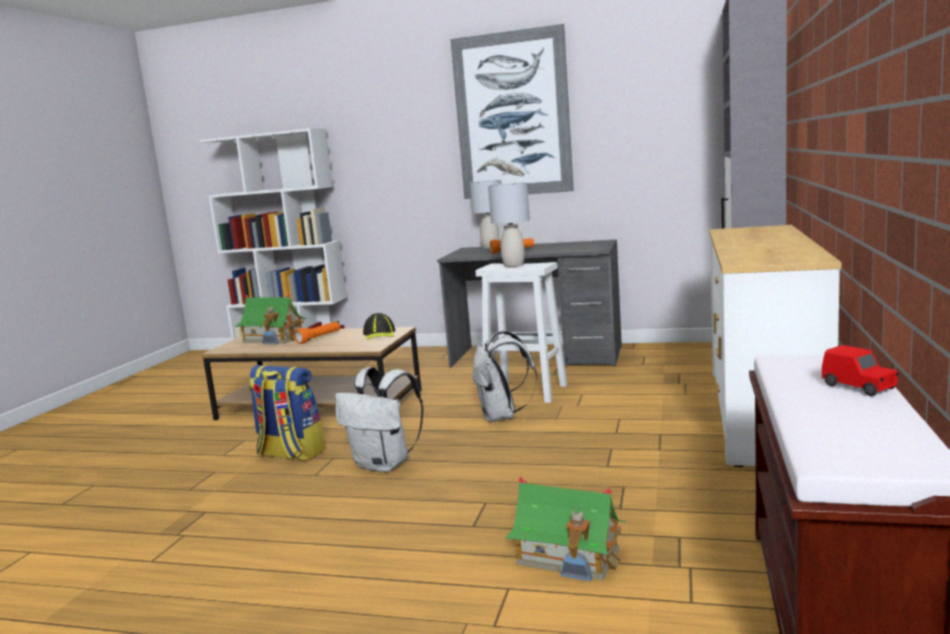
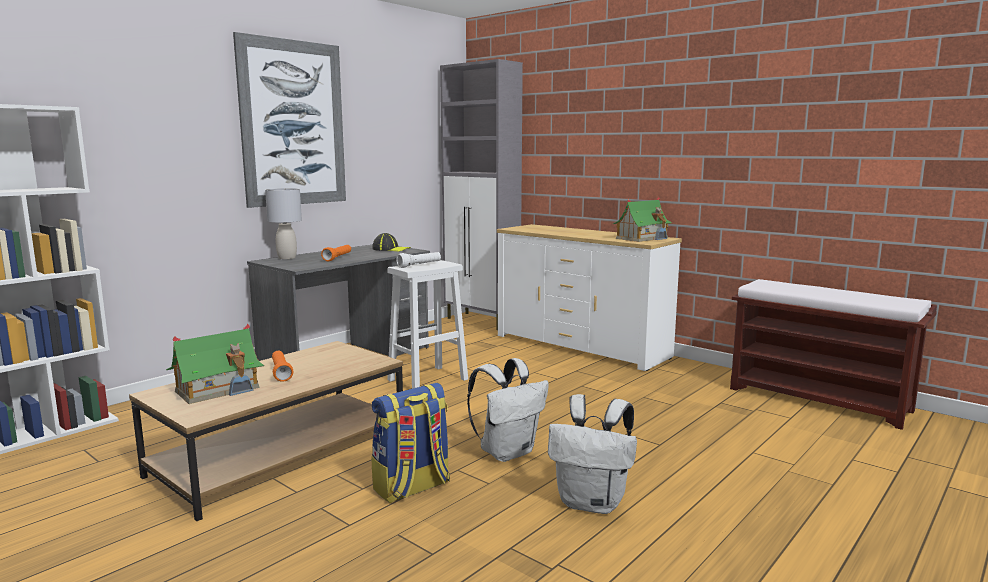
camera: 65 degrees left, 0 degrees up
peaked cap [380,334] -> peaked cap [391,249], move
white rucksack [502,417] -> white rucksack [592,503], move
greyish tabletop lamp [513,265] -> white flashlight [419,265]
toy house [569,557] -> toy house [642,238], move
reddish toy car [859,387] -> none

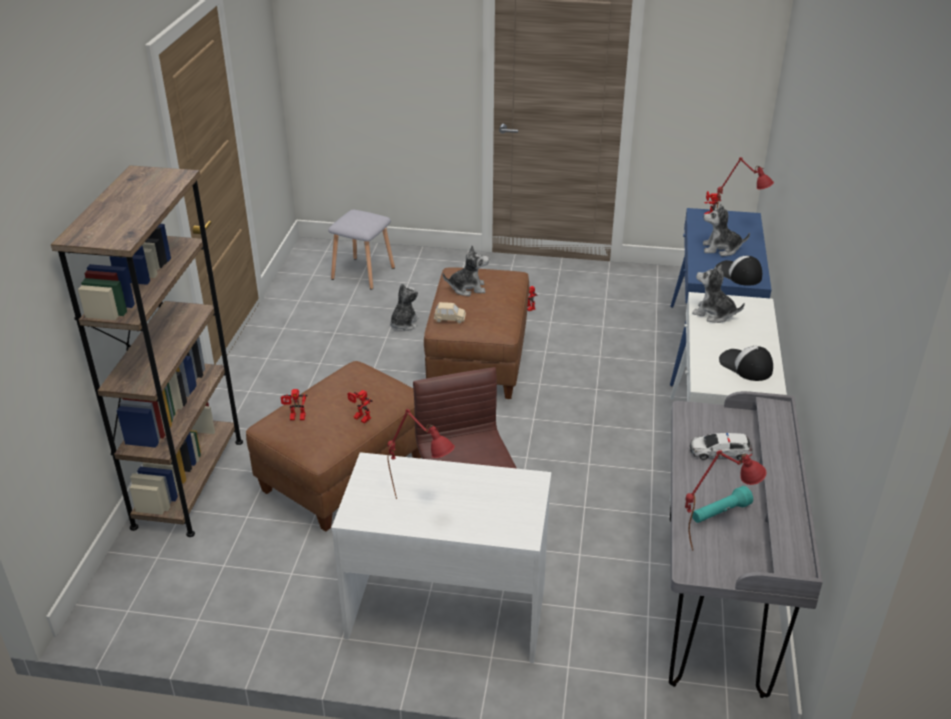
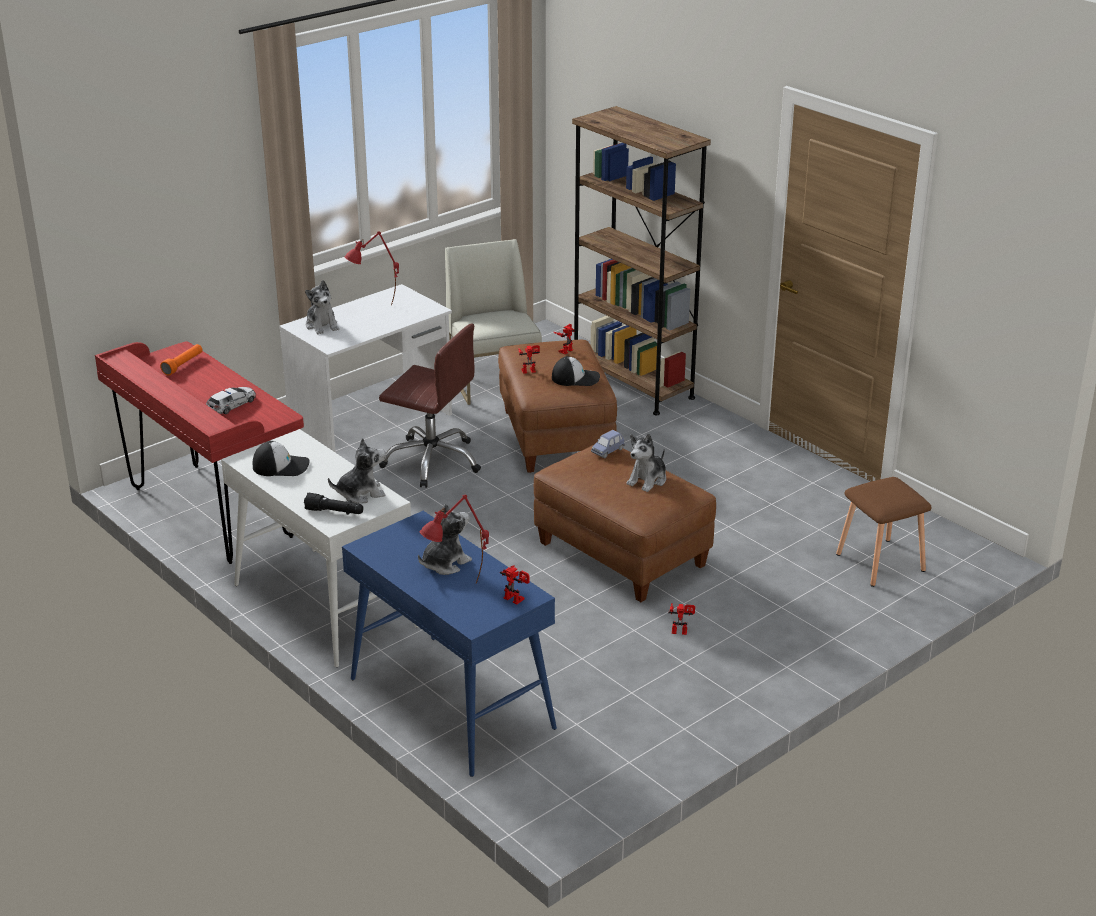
camera: 130 degrees right, 5 degrees down
greyish sitting stool [364,273] -> brownish sitting stool [879,563]
soft toy [404,323] -> soft toy [322,325], move
beige toy car [449,319] -> blue toy car [608,451]
greyish desk unit [715,605] -> reddish desk unit [211,513]
reddish tabletop lamp [714,540] -> orangey flashlight [183,365]
turquoise-coloured flashlight [720,513] -> none
peaked cap [738,274] -> peaked cap [576,378], move
none -> black-coloured flashlight [335,512]
none -> white upright chair [494,381]

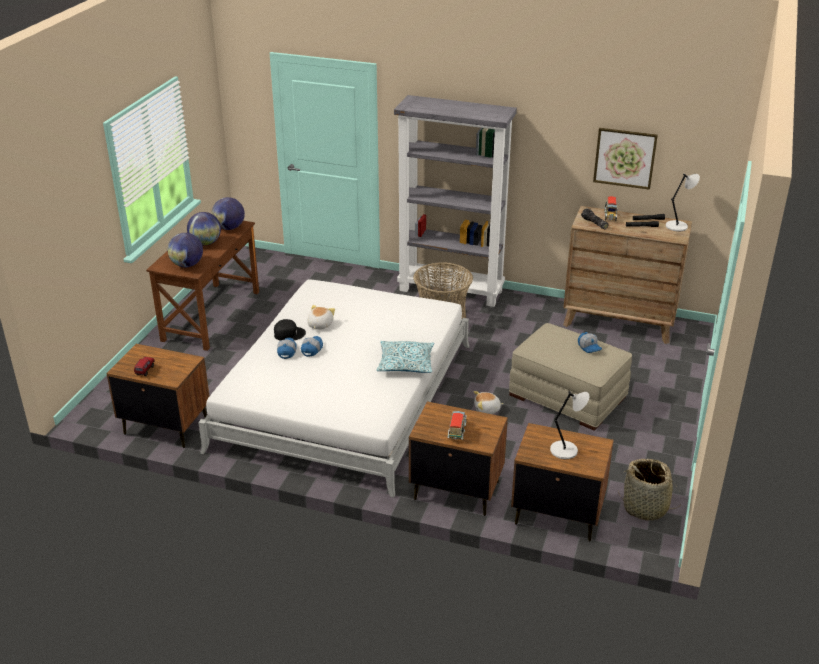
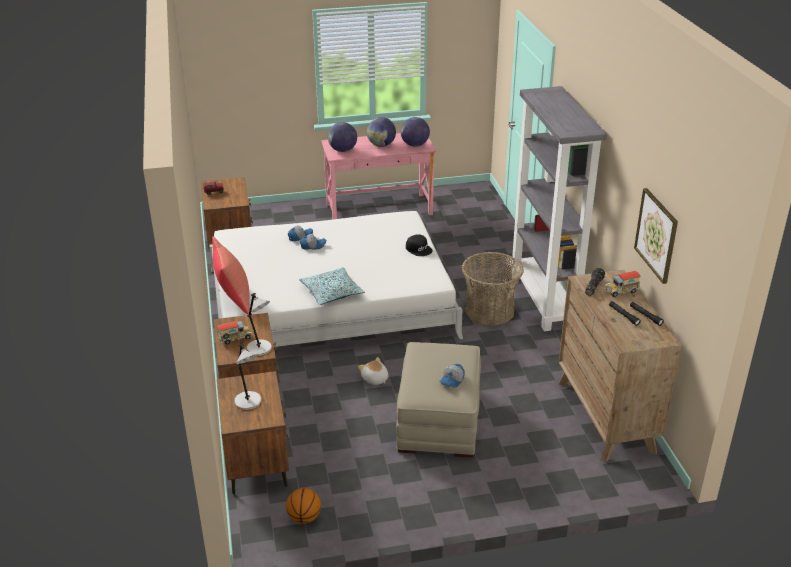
camera: 60 degrees right, 0 degrees up
brownish desk unit [211,316] -> pink-coloured desk unit [379,209]
black-coloured peaked cap [289,333] -> black-coloured peaked cap [419,249], move
soft toy [319,325] -> none
storage basket [645,507] -> basketball [304,518]
greyish tabletop lamp [677,226] -> greyish tabletop lamp [260,349], move
none -> reddish throw pillow [233,298]

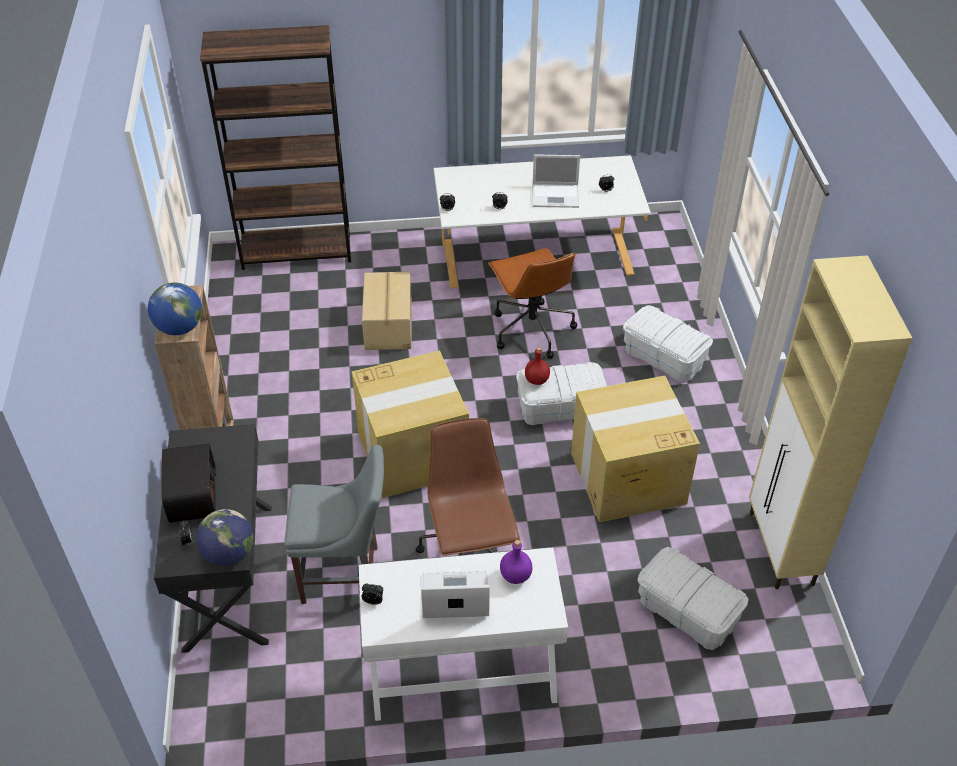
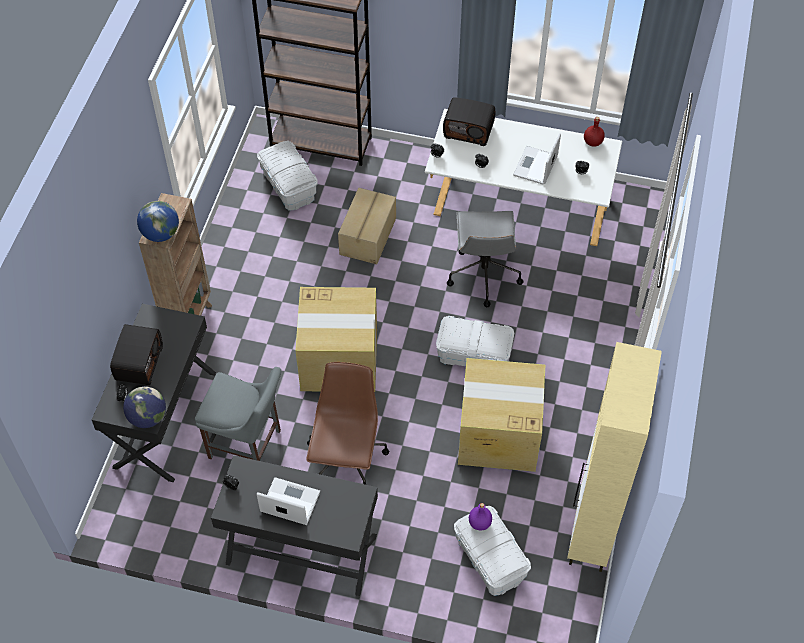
camera: 20 degrees right, 10 degrees up
white desk unit [462,673] -> black-coloured desk unit [301,550]
brownish computer chair [531,329] -> greyish computer chair [483,274]
purple-coloured bottle [516,575] -> purple-coloured bottle [480,523], move
reddish bottle [537,380] -> reddish bottle [593,142], move
laptop [556,196] -> laptop [535,166], 90 degrees clockwise
white storage bin [664,357] -> white storage bin [289,186], move
none -> radio receiver [469,130]

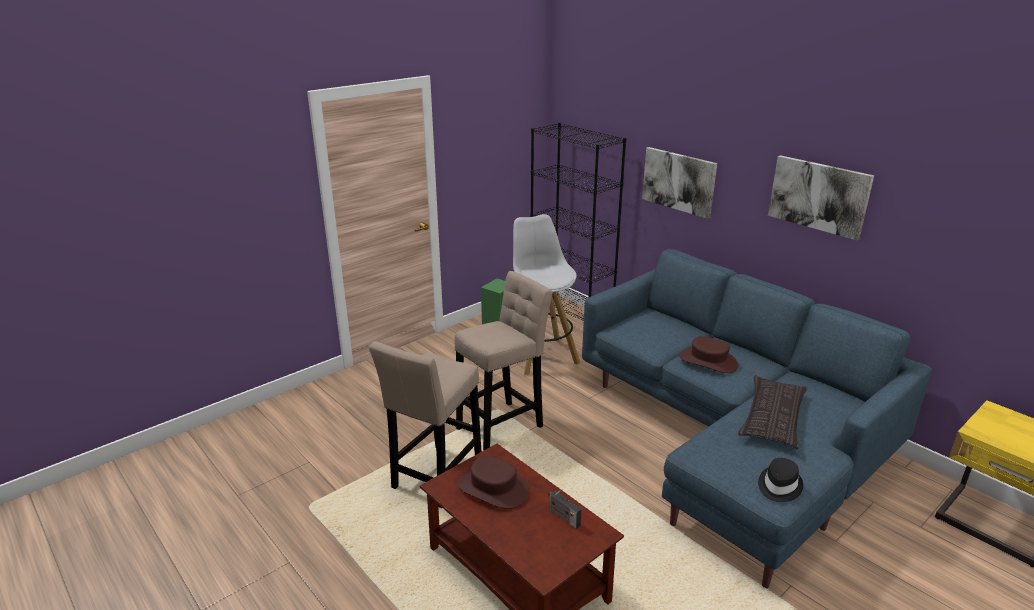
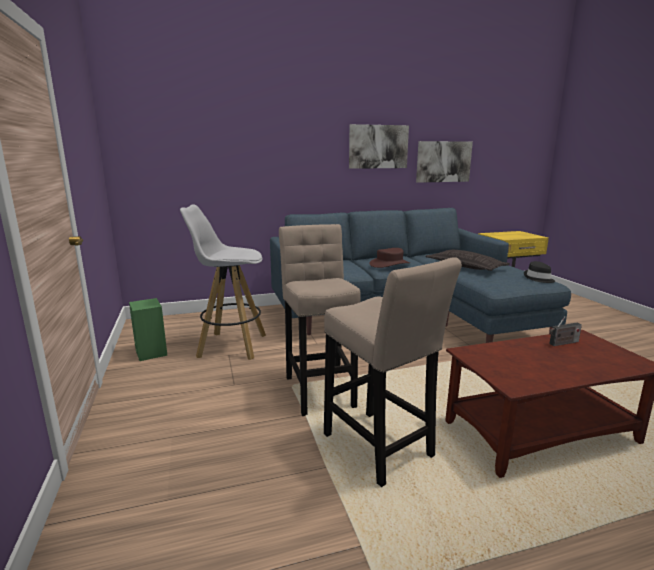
camera: 65 degrees left, 10 degrees down
brownish hat [493,488] -> none
black-coloured bookshelf [570,315] -> none
wall art [679,181] -> wall art [443,161], move

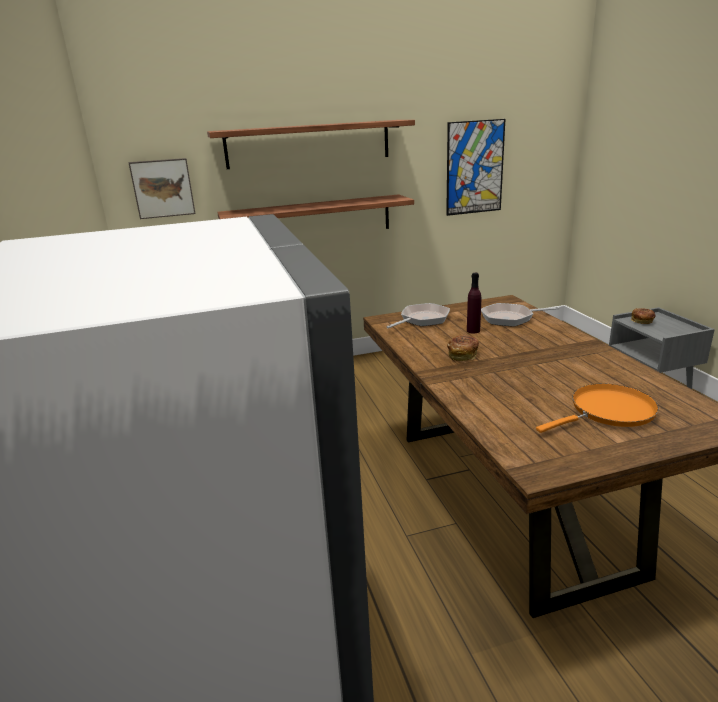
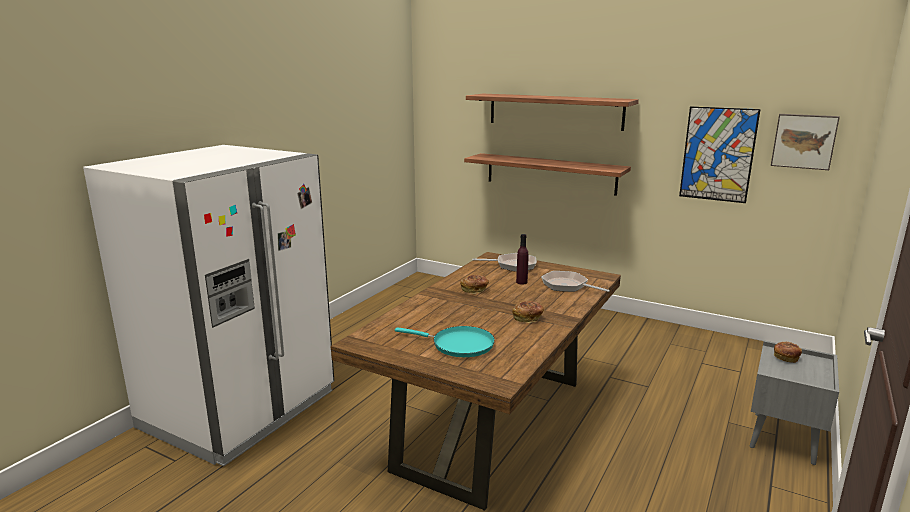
camera: 45 degrees right, 5 degrees down
wall art [163,188] -> wall art [804,141], move
orangey pan [608,412] -> turquoise-coloured pan [458,345]
none -> baked bread [528,318]

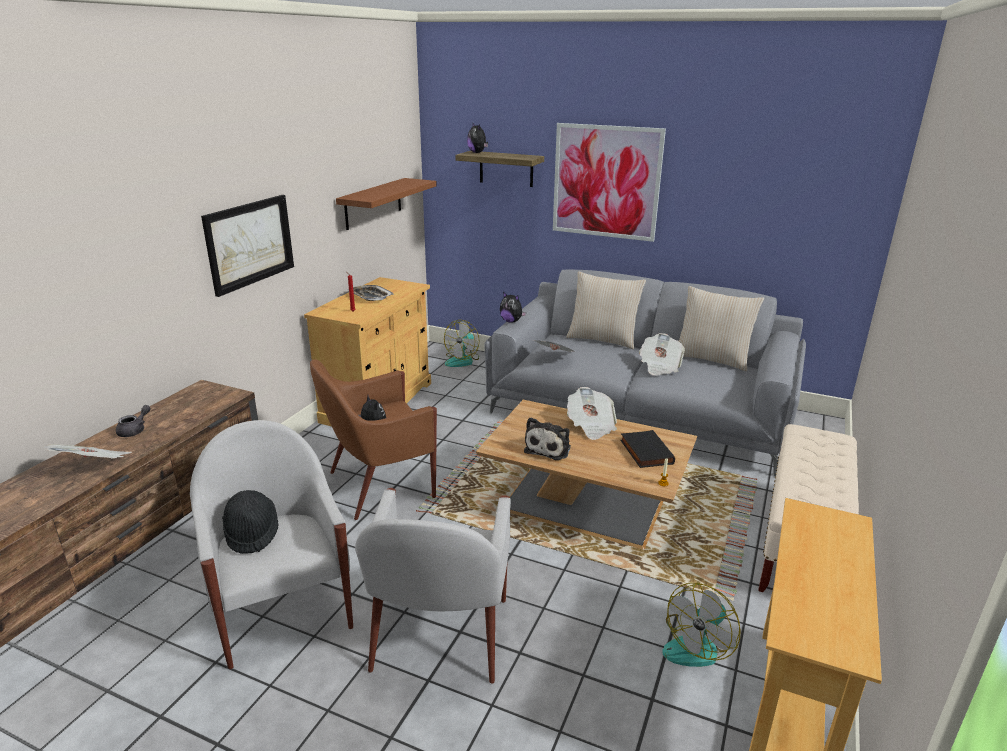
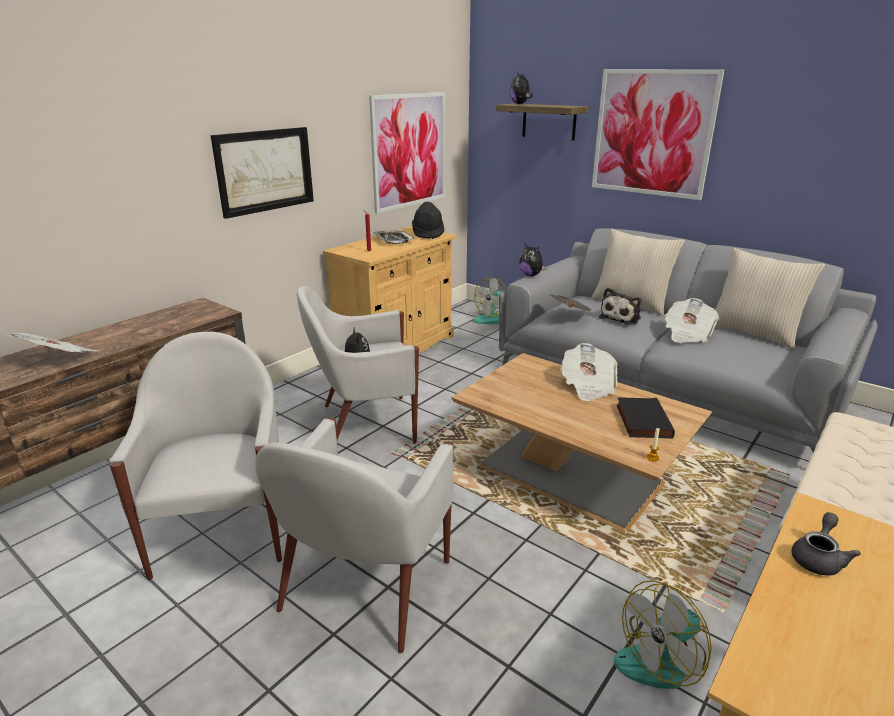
camera: 15 degrees right, 0 degrees up
greyish teapot [135,430] -> greyish teapot [818,558], move
black-coloured hat [252,533] -> black-coloured hat [428,234], move
brownish lounge chair [378,485] -> white lounge chair [365,424]
brownish shelf [373,203] -> wall art [409,151]
soft toy [549,448] -> soft toy [621,318], move

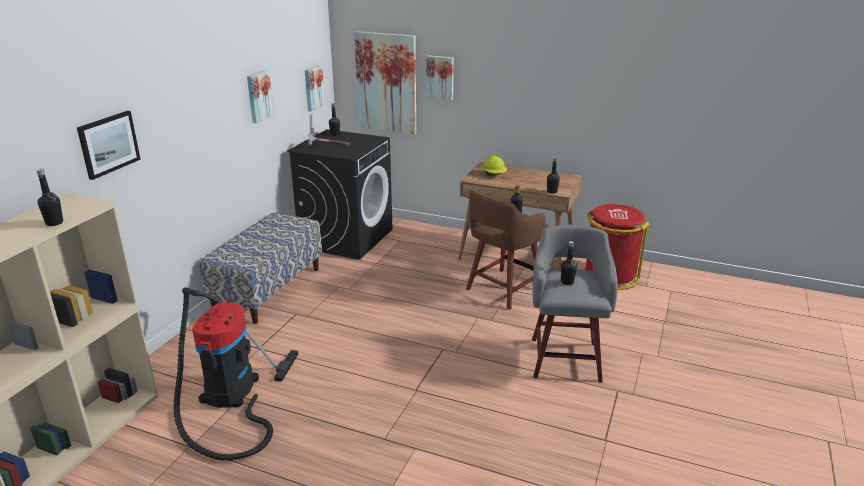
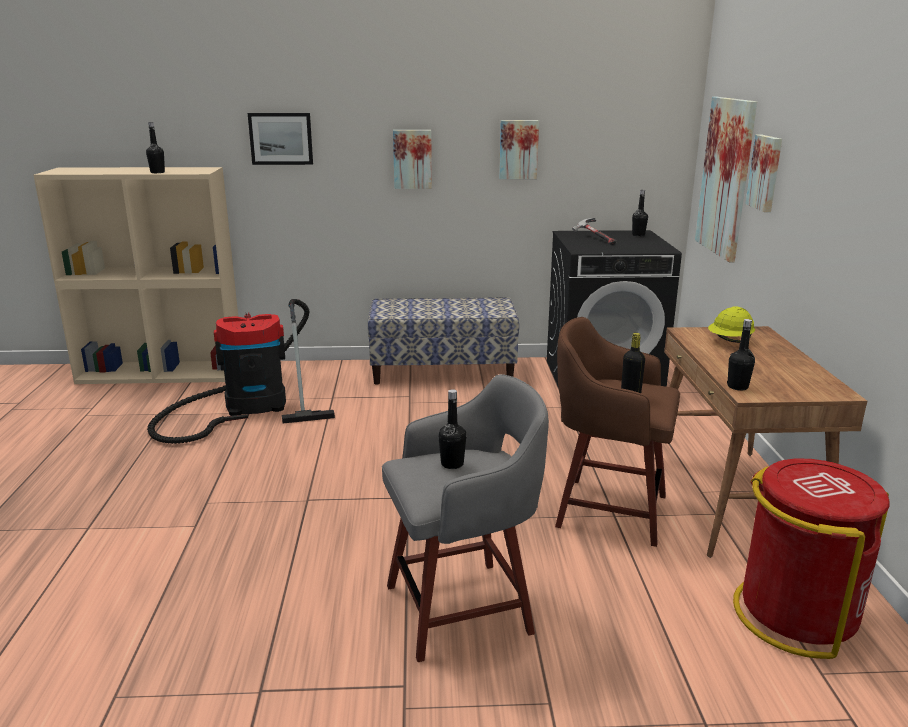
camera: 65 degrees right, 5 degrees down
wall art [313,87] -> wall art [412,159], move

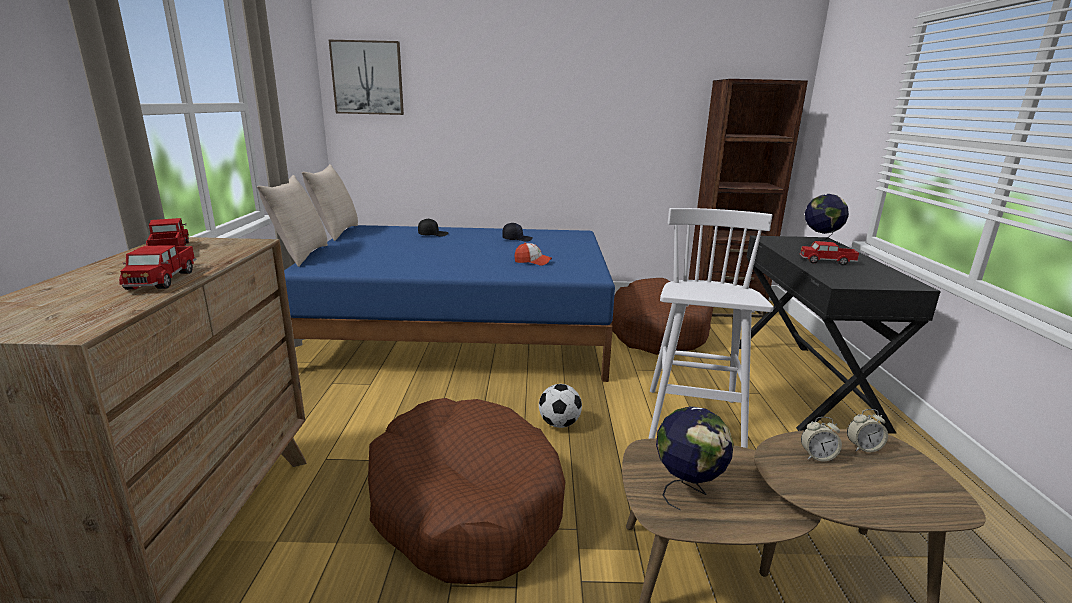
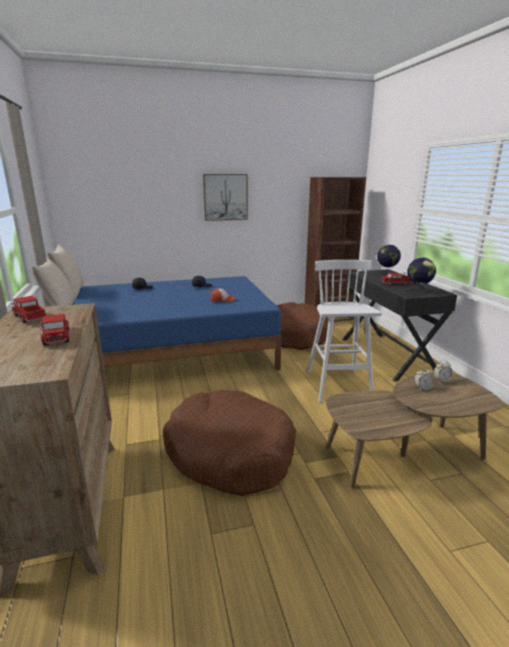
camera: 15 degrees left, 0 degrees up
wall art [367,78] -> wall art [225,197], move
ball for football [559,424] -> none
globe [687,491] -> globe [418,291], move

